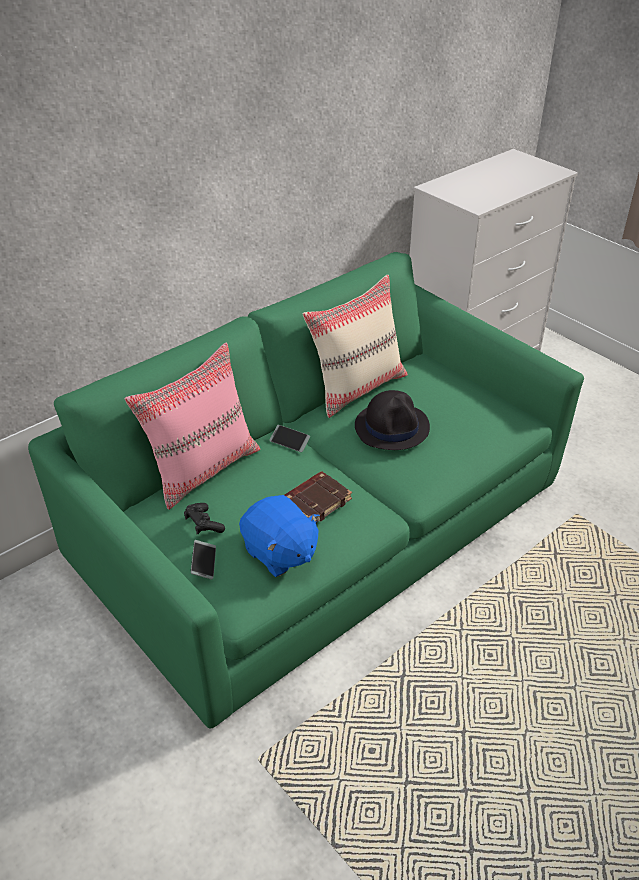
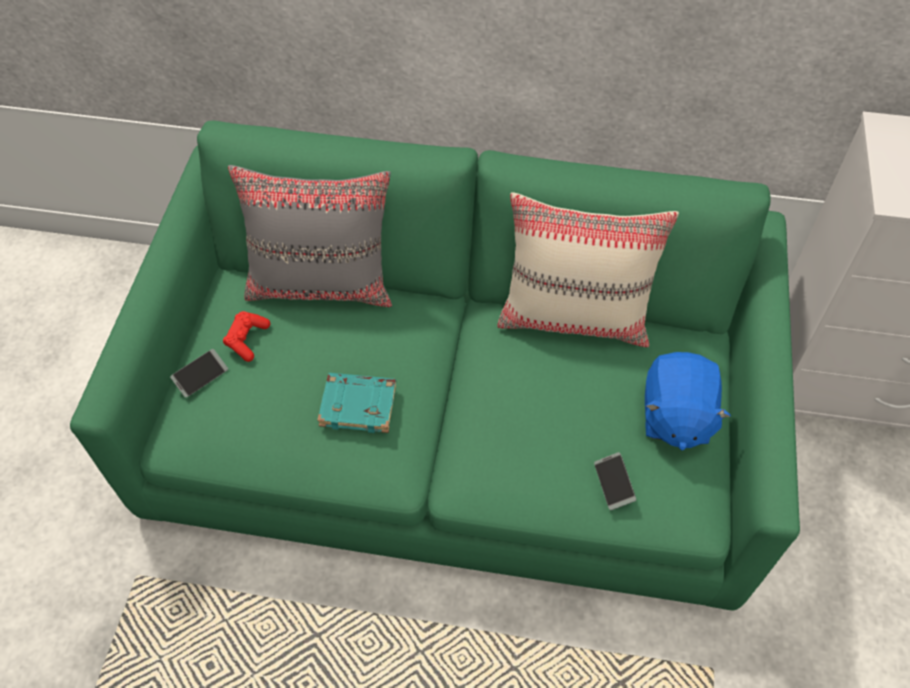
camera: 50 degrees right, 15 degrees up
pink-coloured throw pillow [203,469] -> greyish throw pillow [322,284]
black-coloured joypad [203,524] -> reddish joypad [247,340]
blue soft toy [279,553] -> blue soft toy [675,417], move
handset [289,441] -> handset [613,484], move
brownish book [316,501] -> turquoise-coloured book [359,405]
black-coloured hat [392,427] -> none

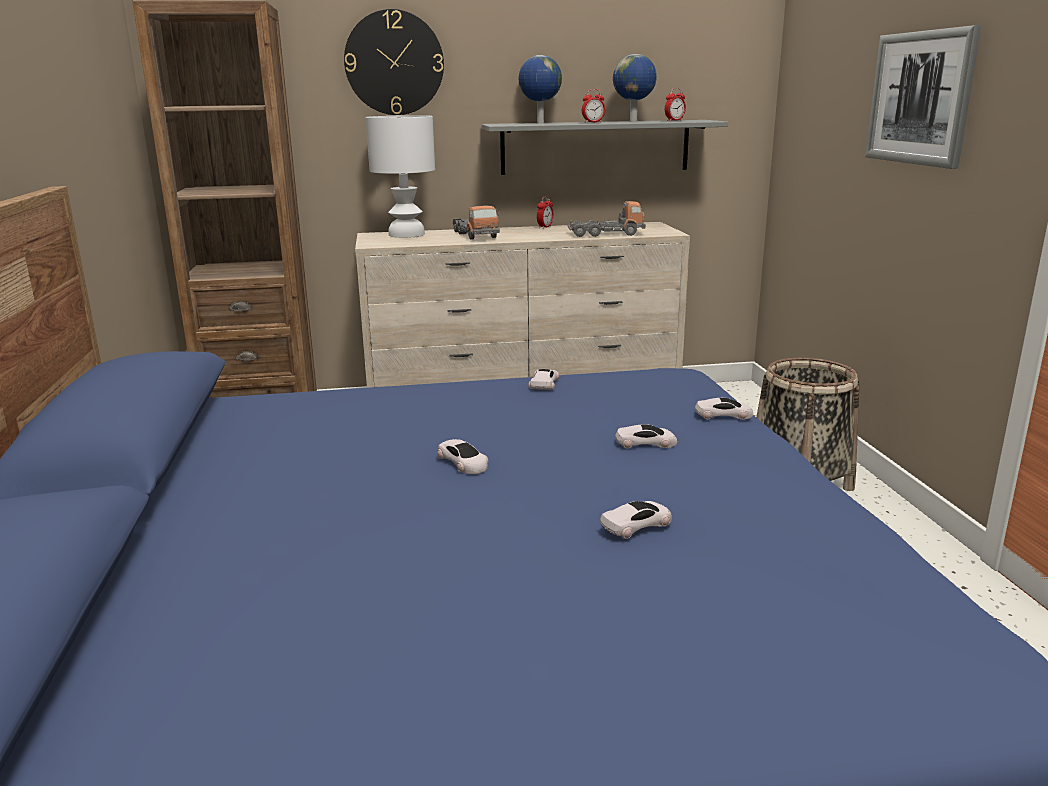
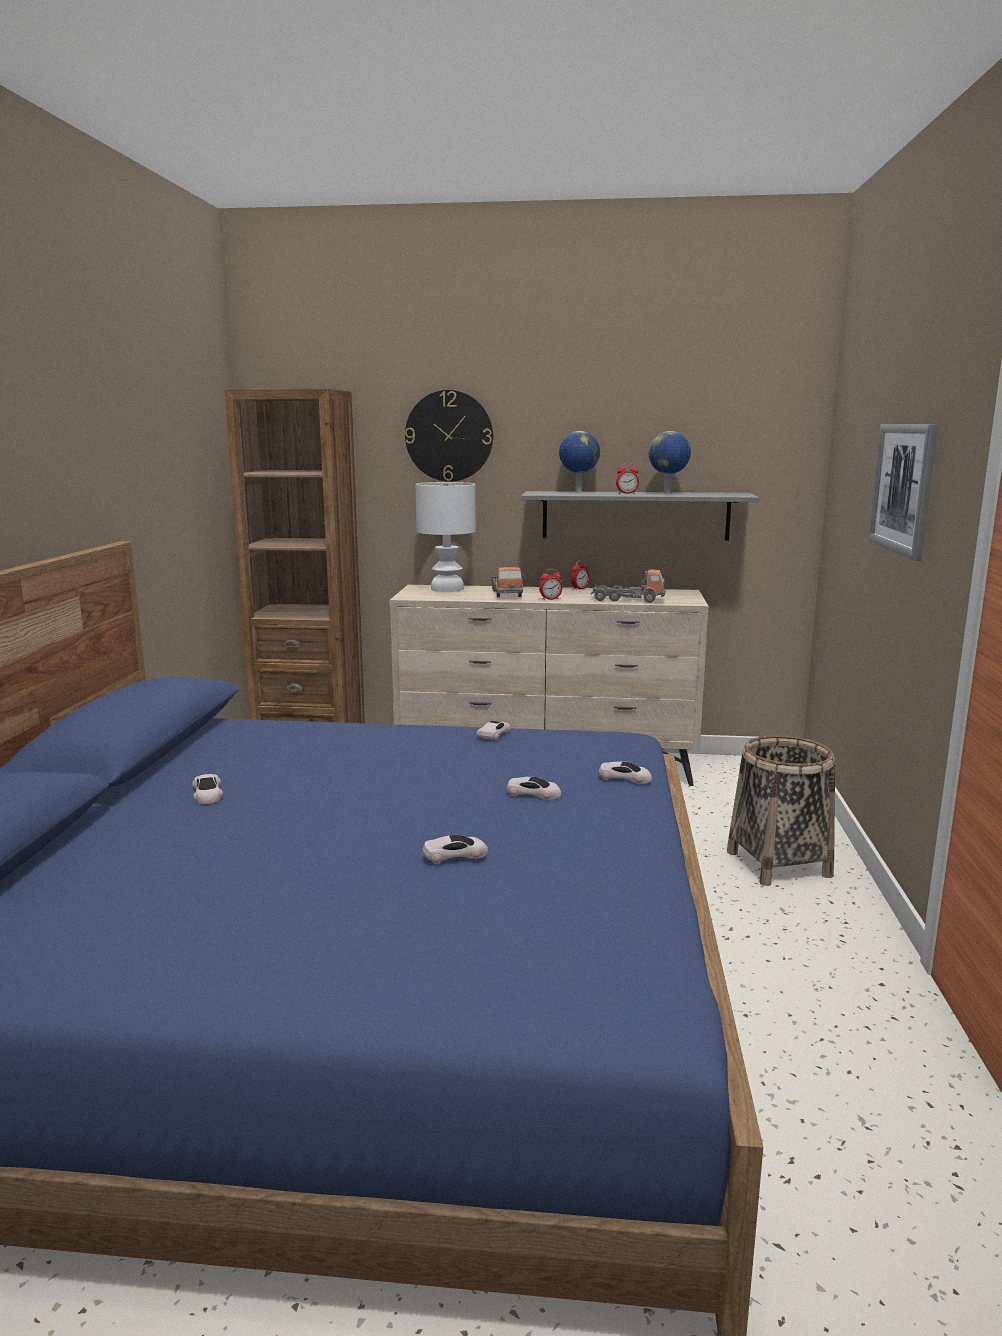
camera: 15 degrees right, 5 degrees down
white toy car [463,462] -> white toy car [207,794], move
table clock [674,120] -> table clock [550,599], move

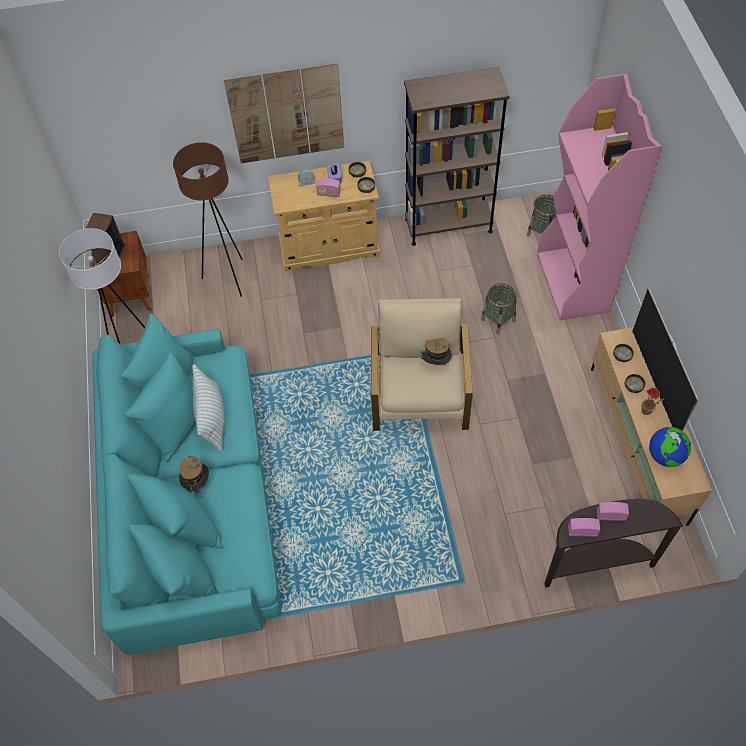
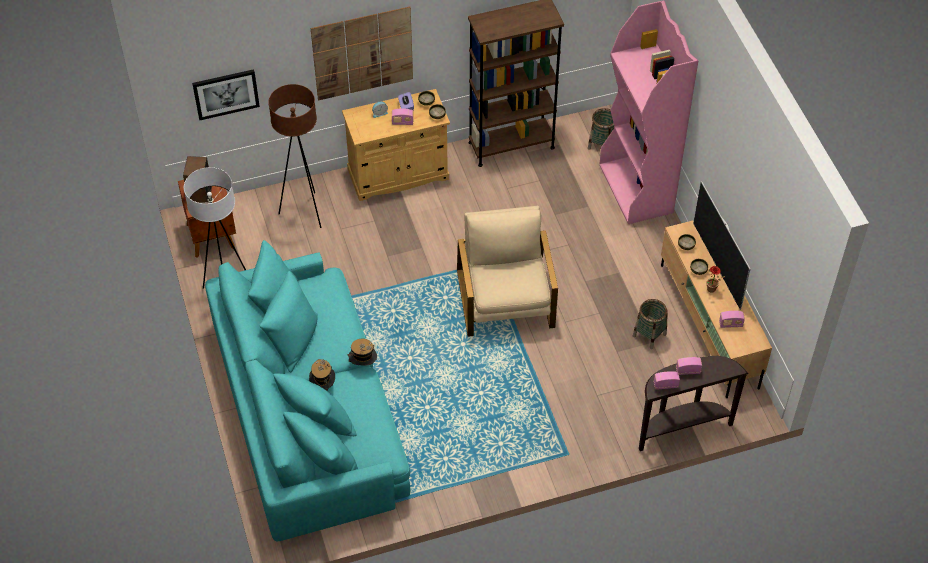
camera: 10 degrees left, 5 degrees down
throw pillow [212,417] -> none
hat [436,362] -> hat [363,364], move
storage basket [498,320] -> storage basket [649,335], move
globe [665,456] -> radio receiver [730,324]
none -> wall art [226,93]

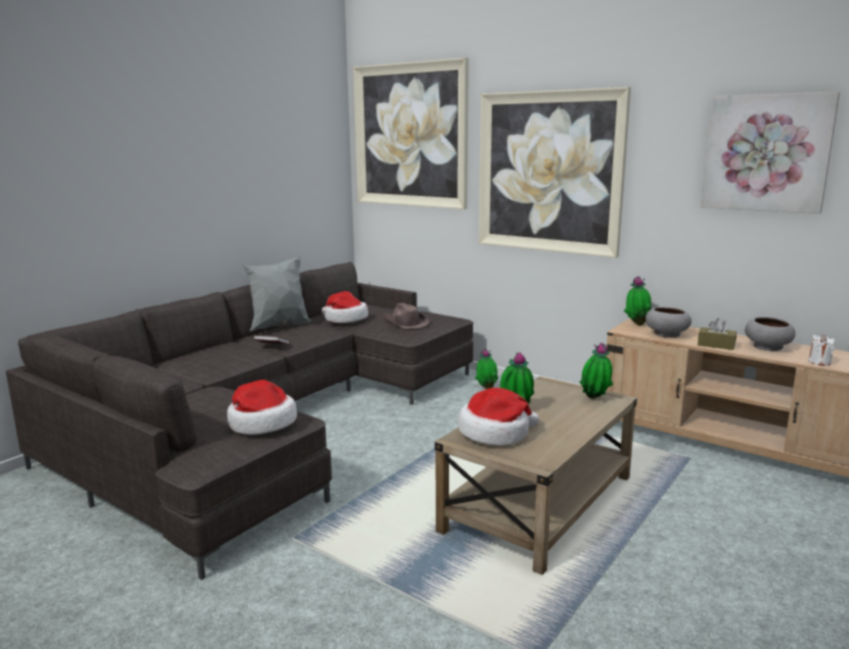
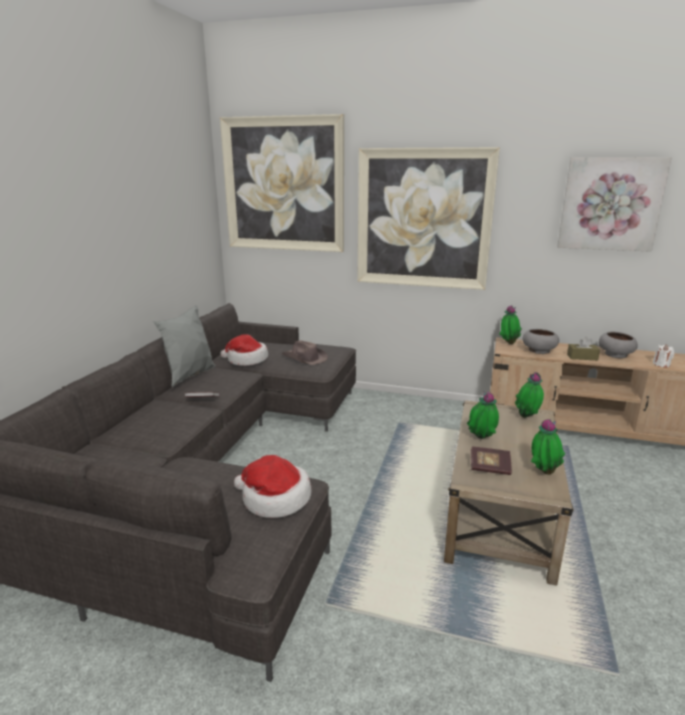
camera: 20 degrees left, 5 degrees up
hat [495,433] -> book [489,468]
potted plant [486,388] -> potted plant [543,472], move

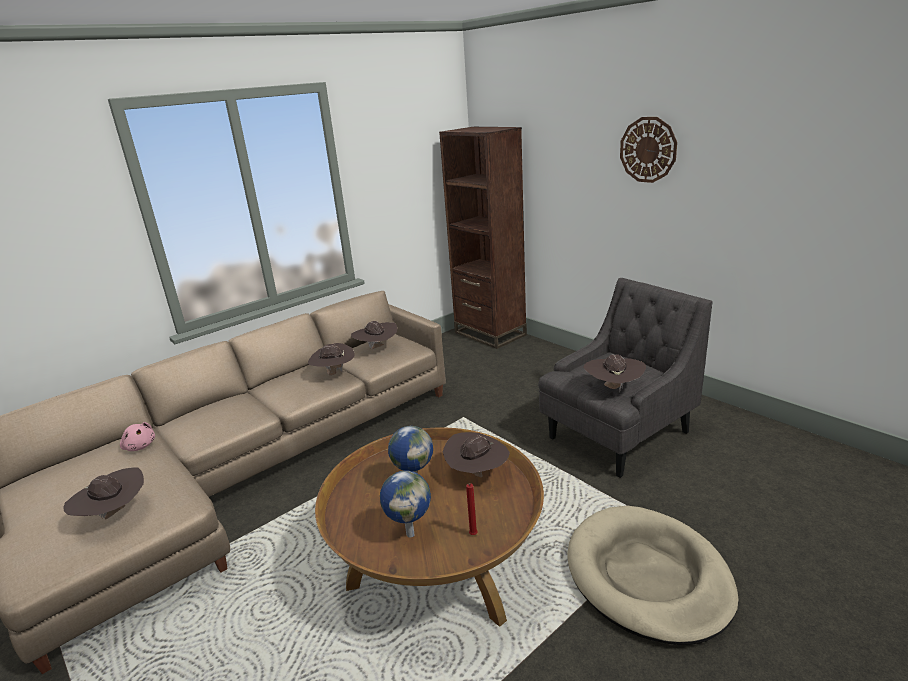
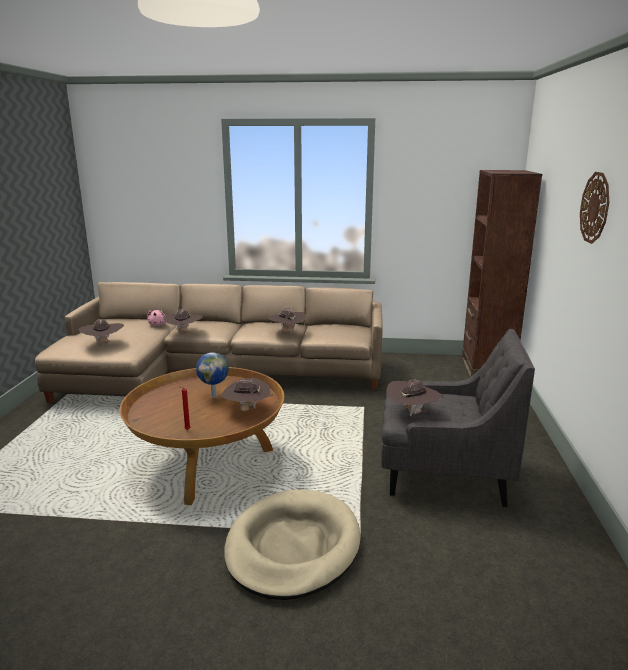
camera: 45 degrees right, 5 degrees down
brownish hat [377,349] -> brownish hat [184,332], move
globe [410,533] -> none

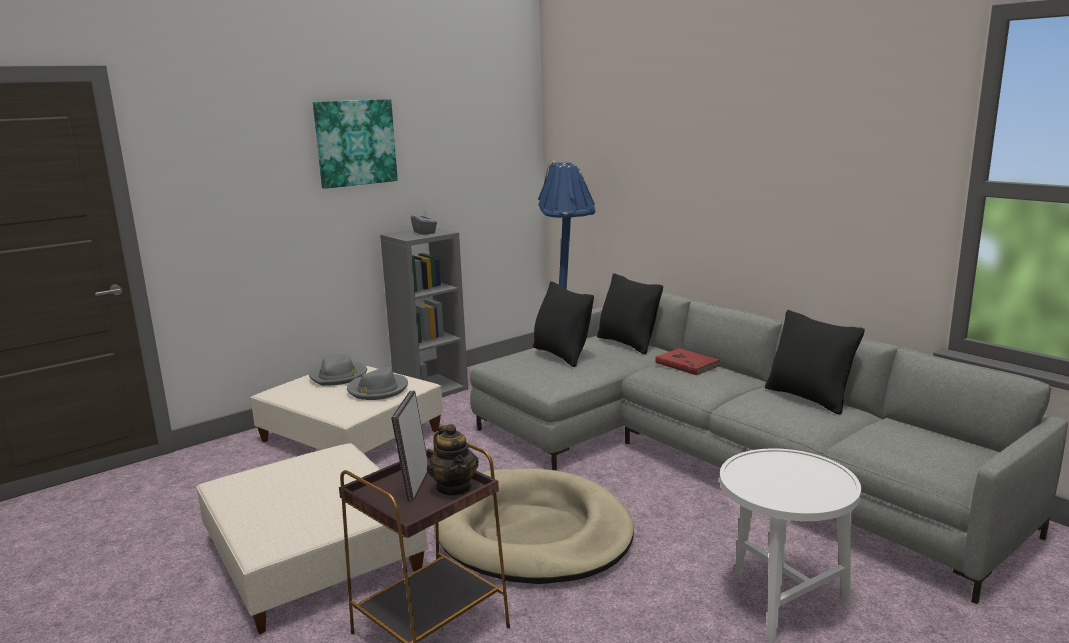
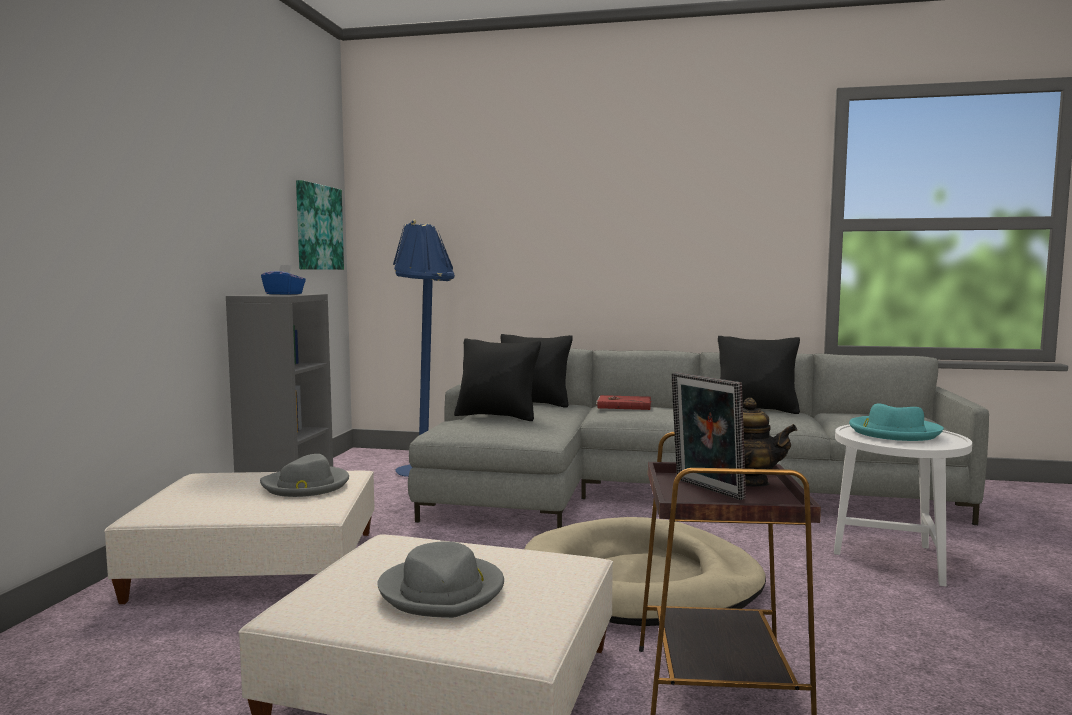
camera: 40 degrees left, 10 degrees down
greyish hat [338,376] -> greyish hat [443,591], move
wall art [355,143] -> wall art [318,227], move
greyish tissue box [424,232] -> blue tissue box [284,294]
none -> turquoise-coloured hat [893,432]

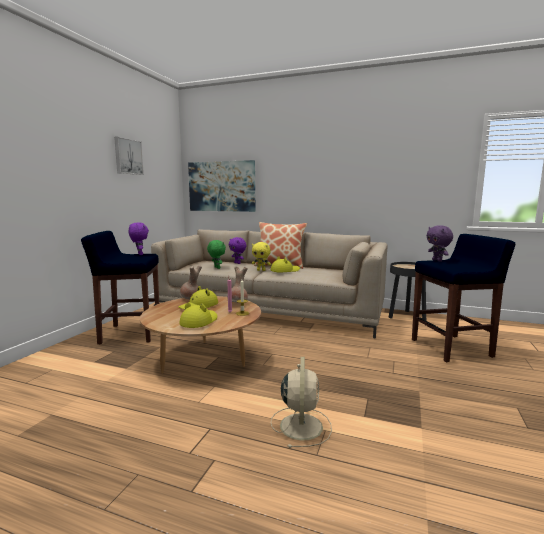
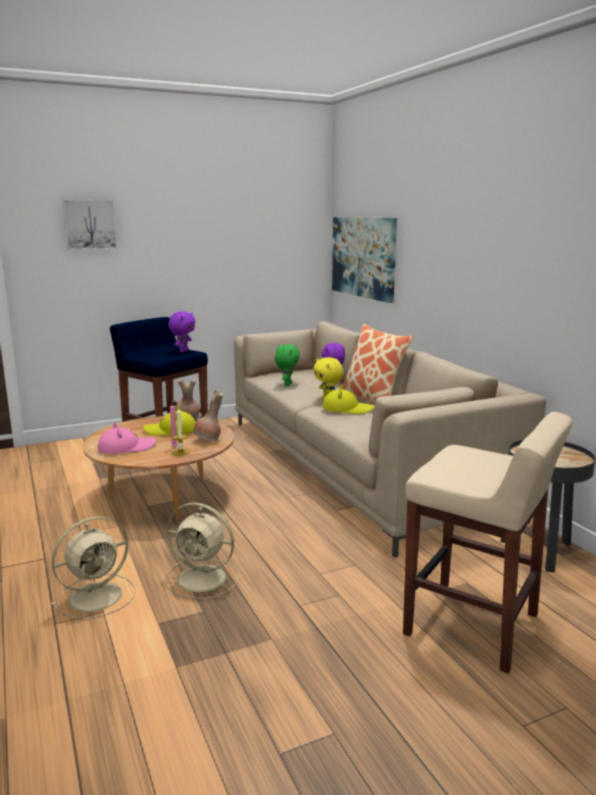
camera: 45 degrees right, 5 degrees up
wall art [128,156] -> wall art [90,224], move
yellowish hat [199,321] -> pink-coloured hat [126,448]
blue sitting stool [452,348] -> beige sitting stool [474,626]
purple-coloured soft toy [437,260] -> none
none -> beige electric fan [204,579]

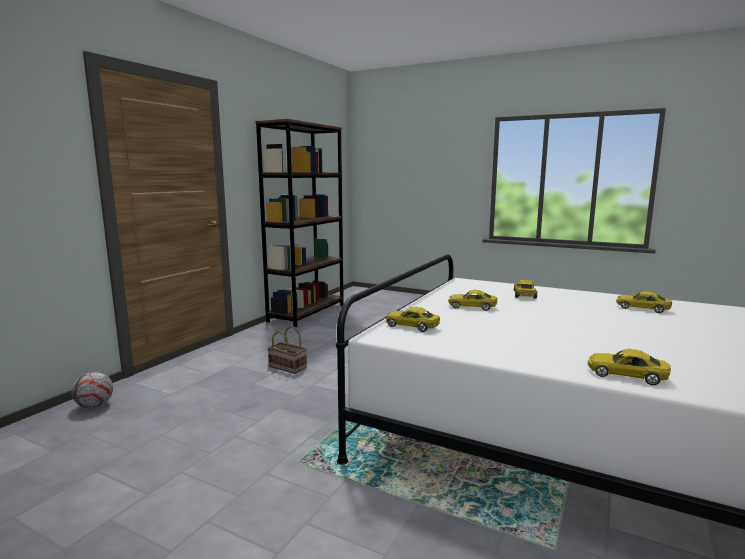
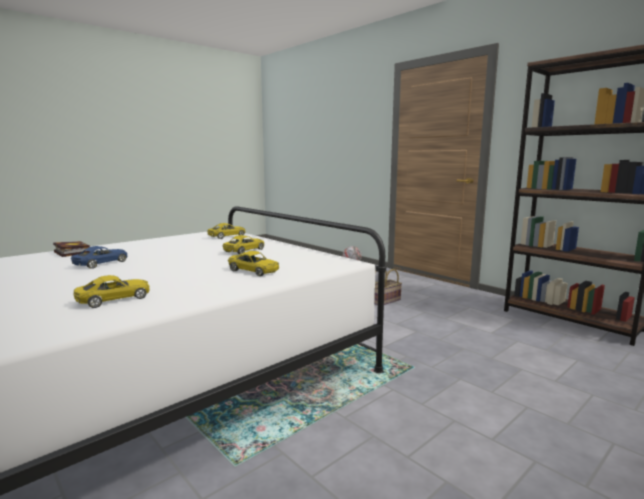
camera: 110 degrees right, 0 degrees up
yellowish toy car [626,375] -> book [70,252]
none -> blue toy car [101,263]

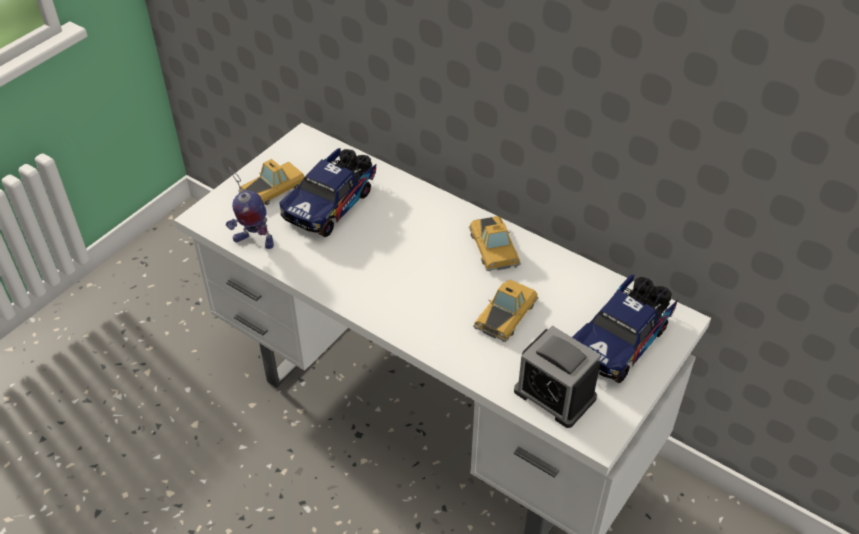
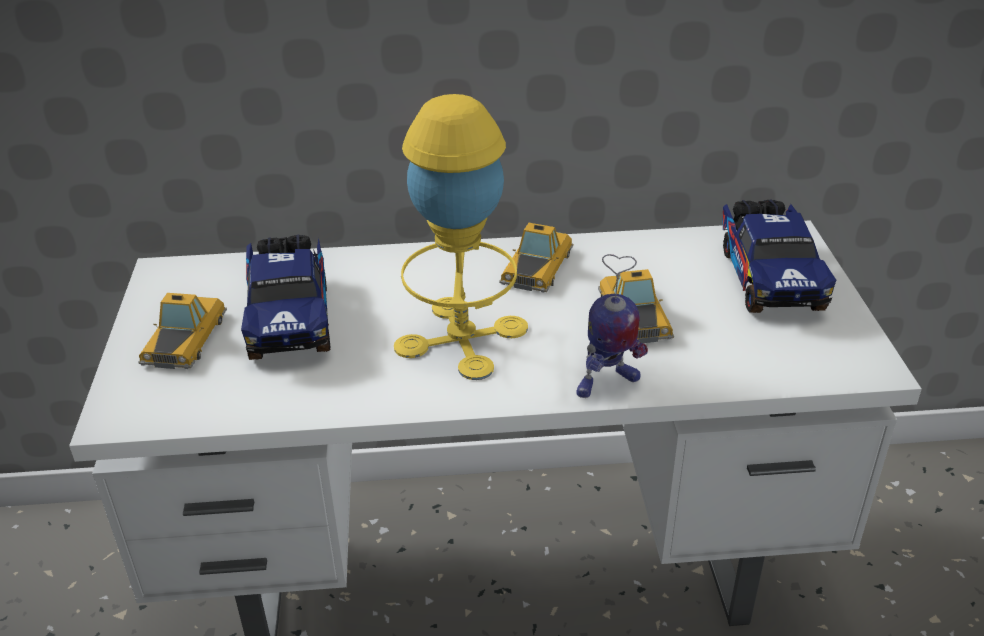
camera: 40 degrees left, 10 degrees down
robot figure [253,241] -> robot figure [606,383], move
toy car [494,248] -> toy car [538,266], 105 degrees counterclockwise
table clock [554,394] -> none
none -> yellowish tabletop lamp [461,337]

